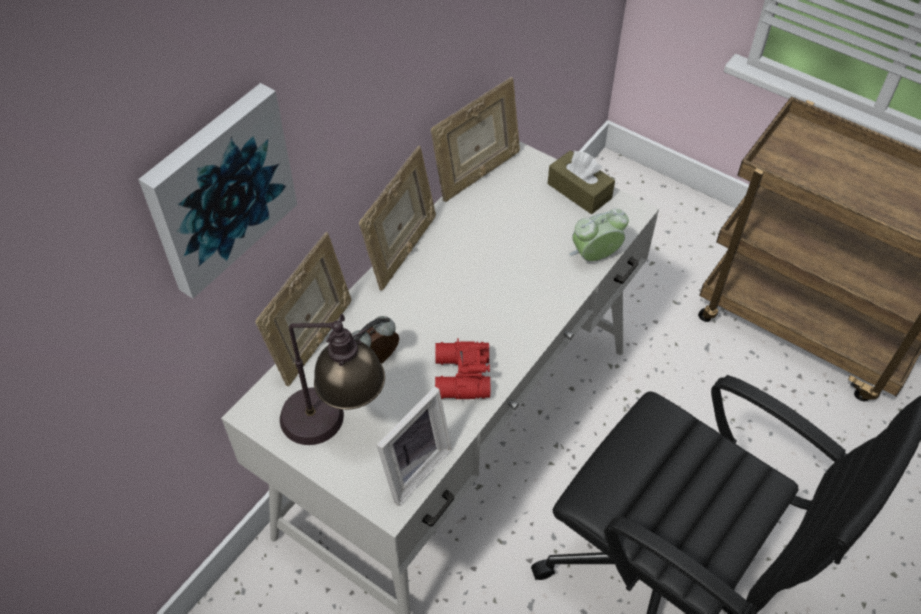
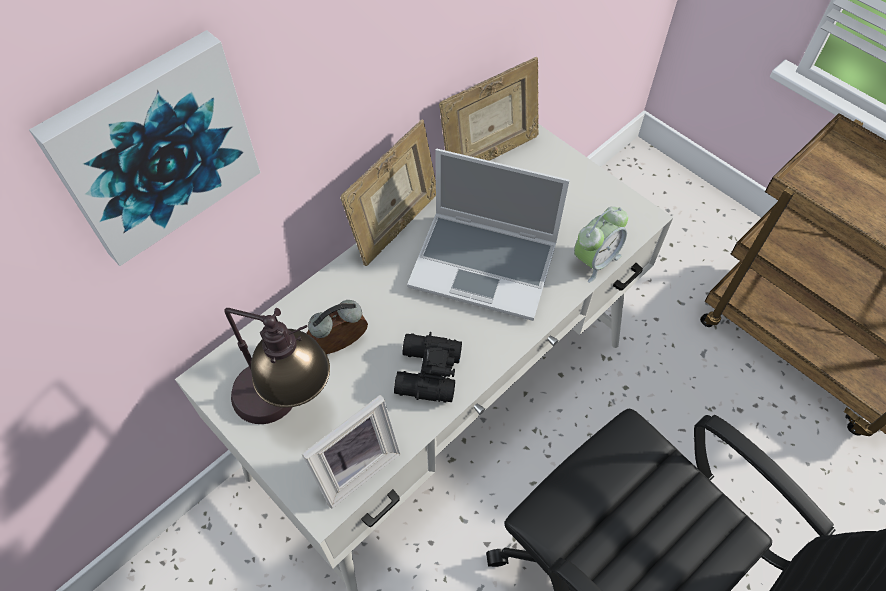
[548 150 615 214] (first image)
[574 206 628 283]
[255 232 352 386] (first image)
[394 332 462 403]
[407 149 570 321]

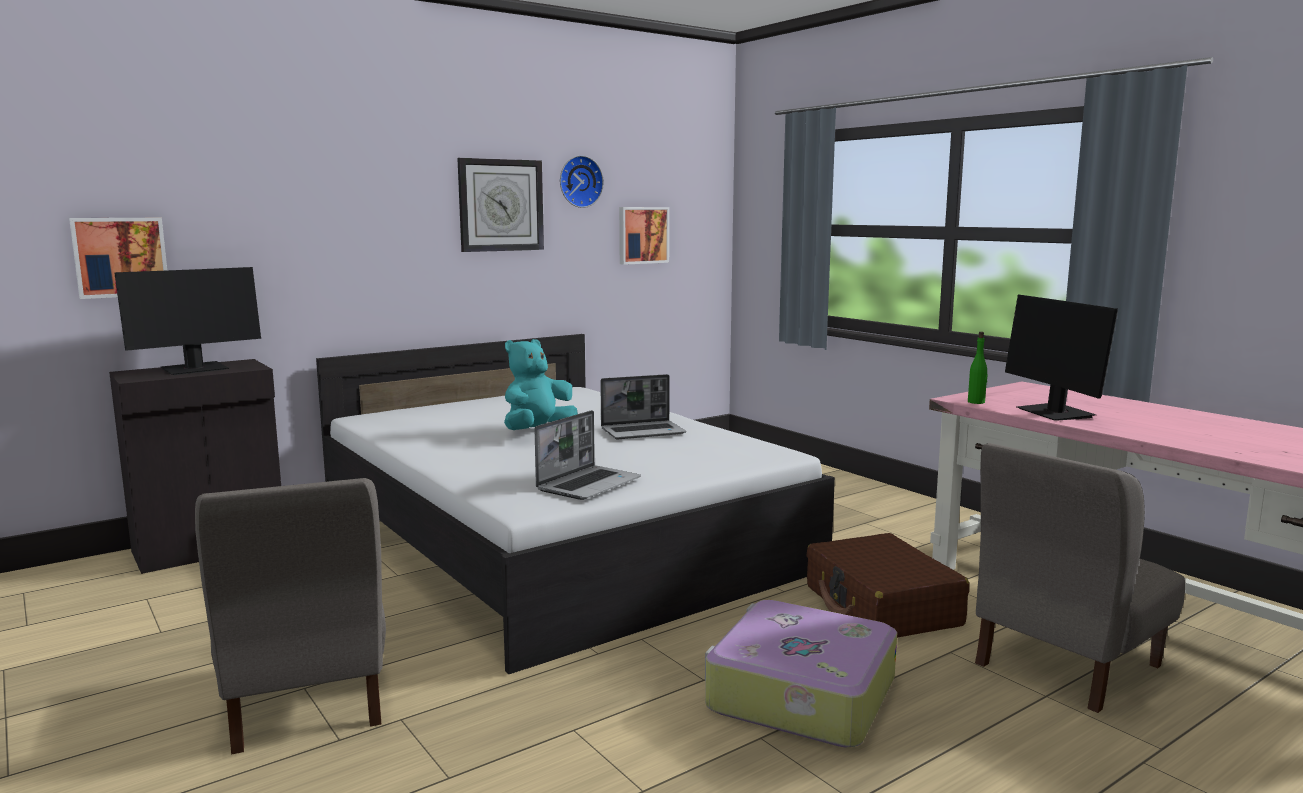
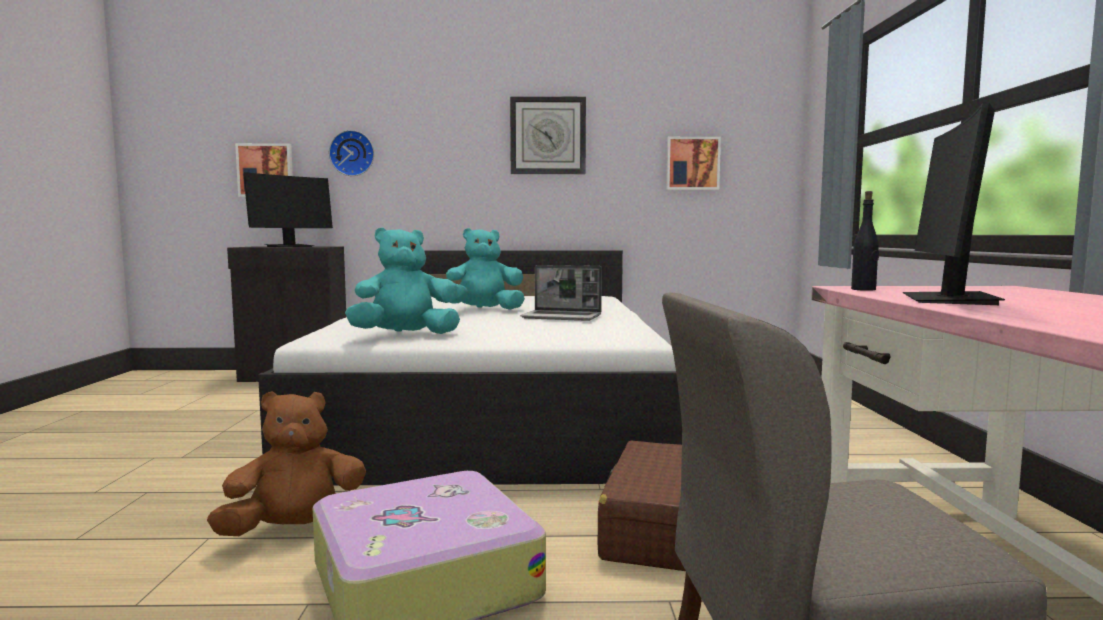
[329 130 374 176]
[244 172 333 247]
[851 191 879 291]
[345 228 460 334]
[195 478 386 755] (first image)
[207 391 366 536]

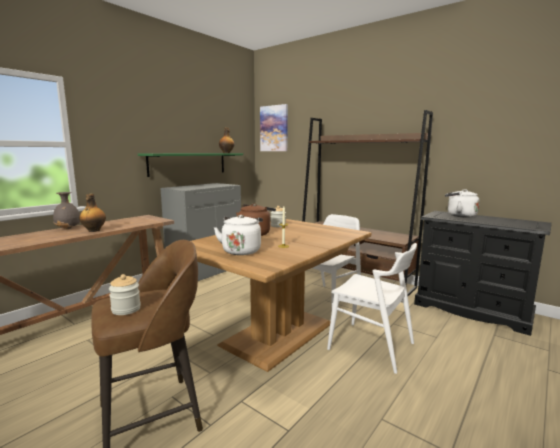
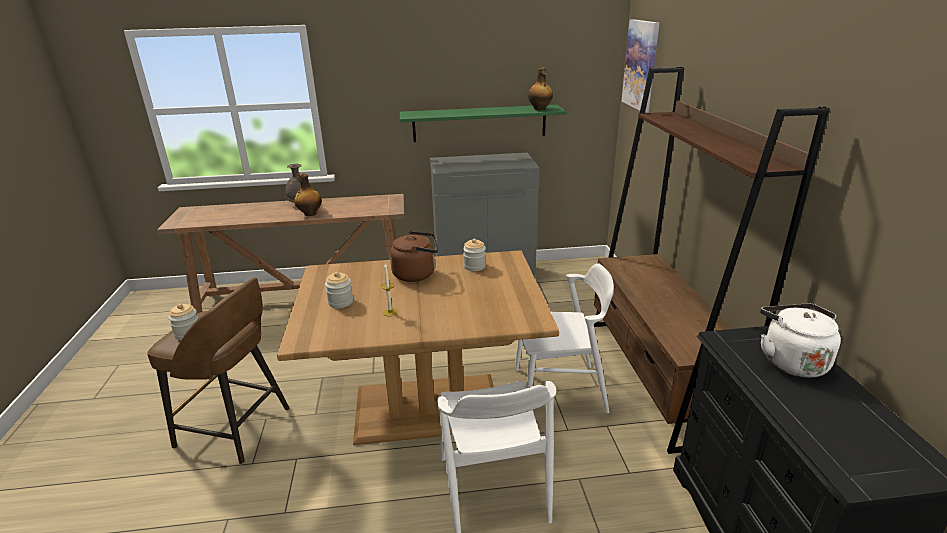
[325 272 353 308]

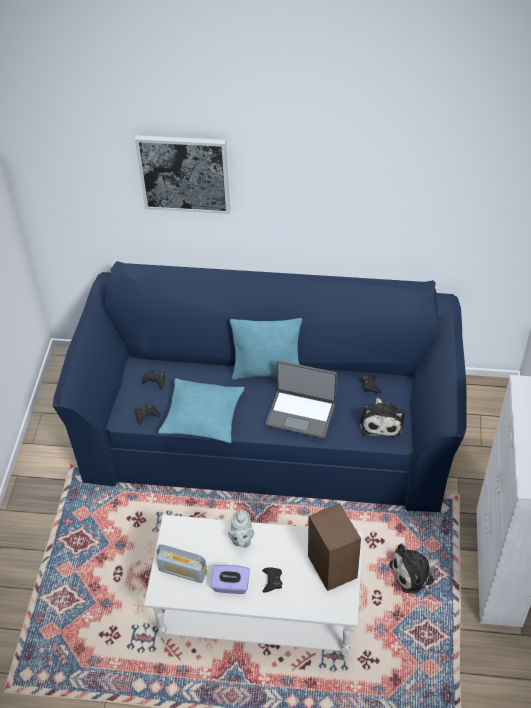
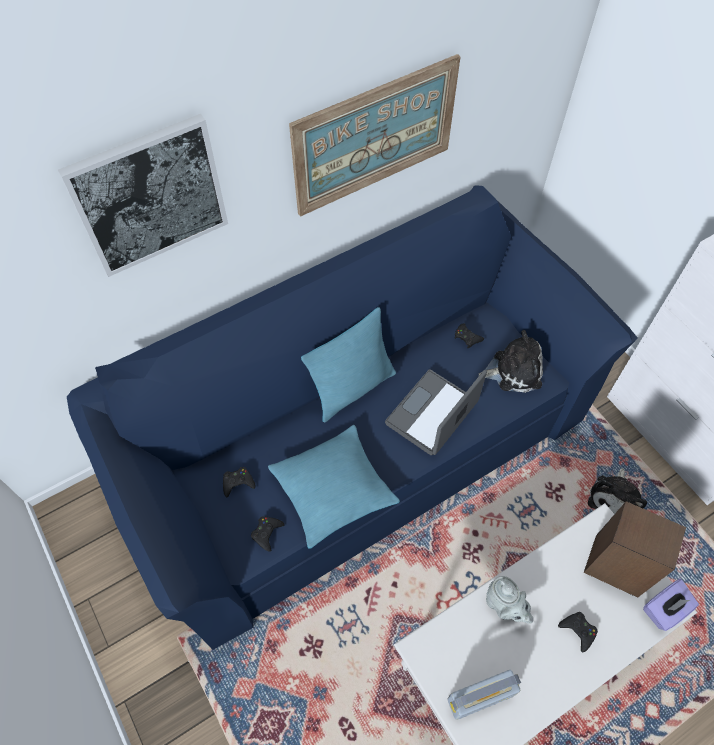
[385 369 487 455]
[479 330 543 393]
[643 579 699 631]
[289 54 460 217]

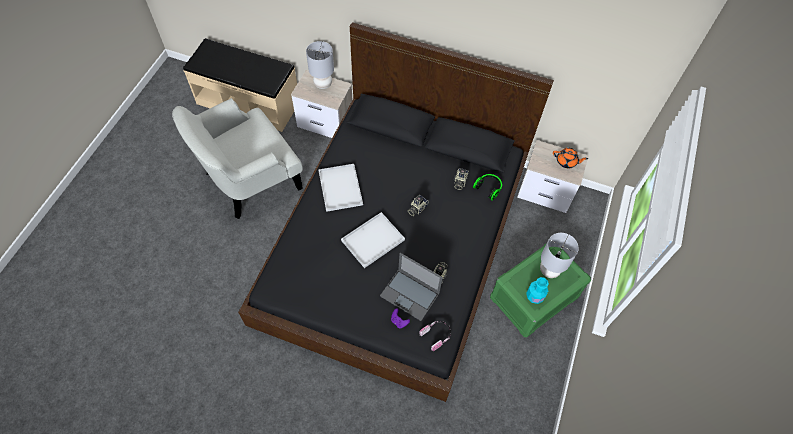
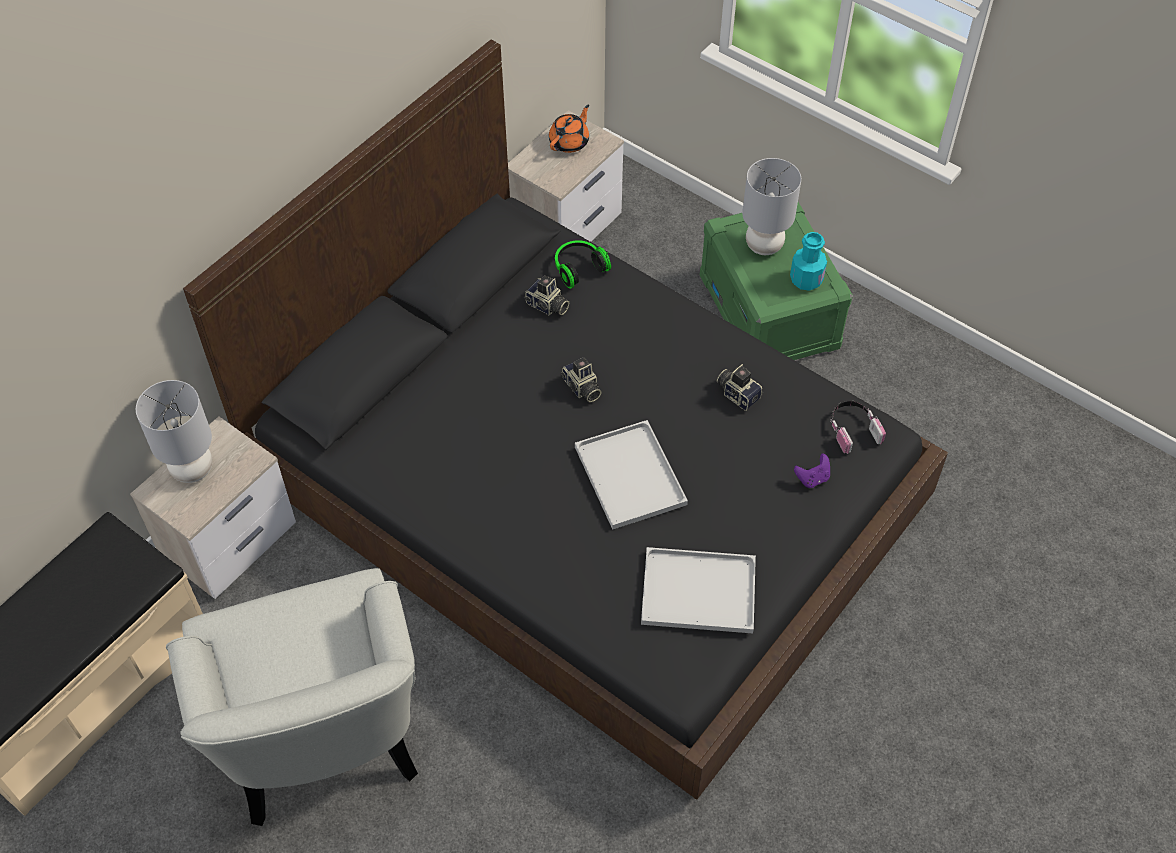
[641 547 756 633]
[380 253 443 321] (first image)

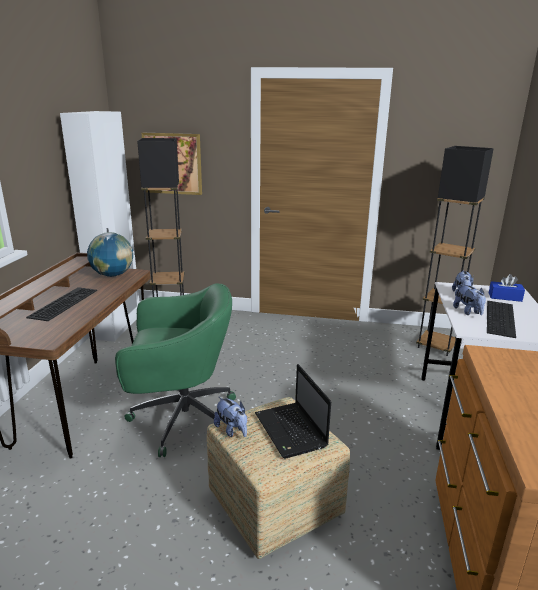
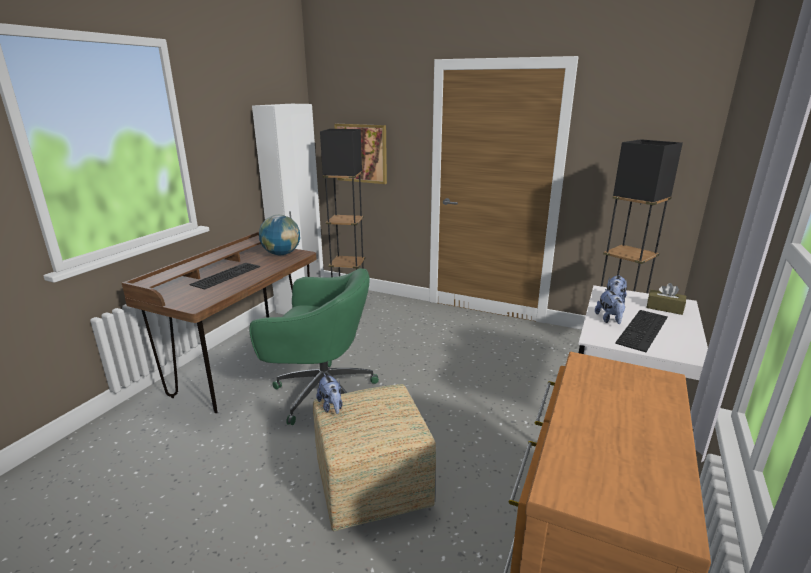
[646 283 686 315]
[255 364 331 459] (first image)

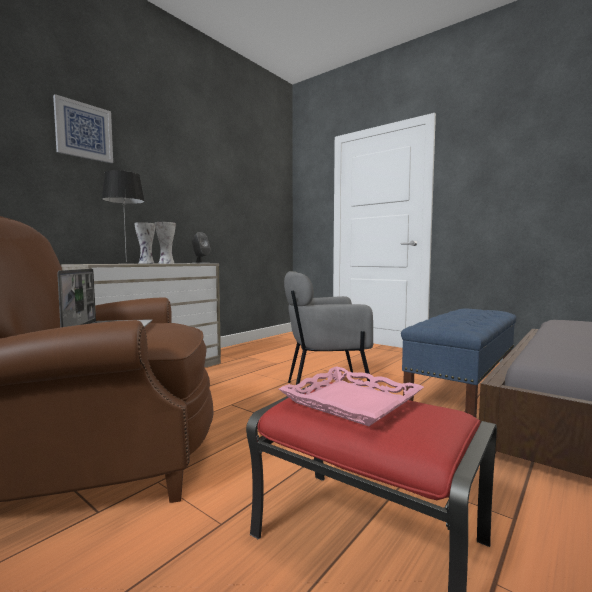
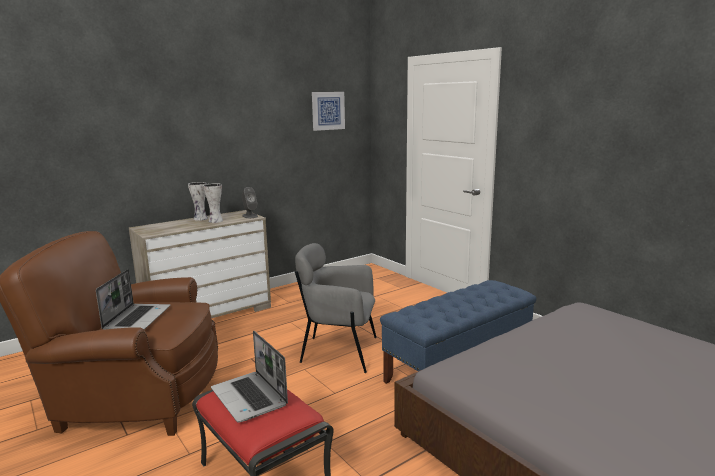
[312 92 345 131]
[102 170 145 262] (first image)
[211 331 288 422]

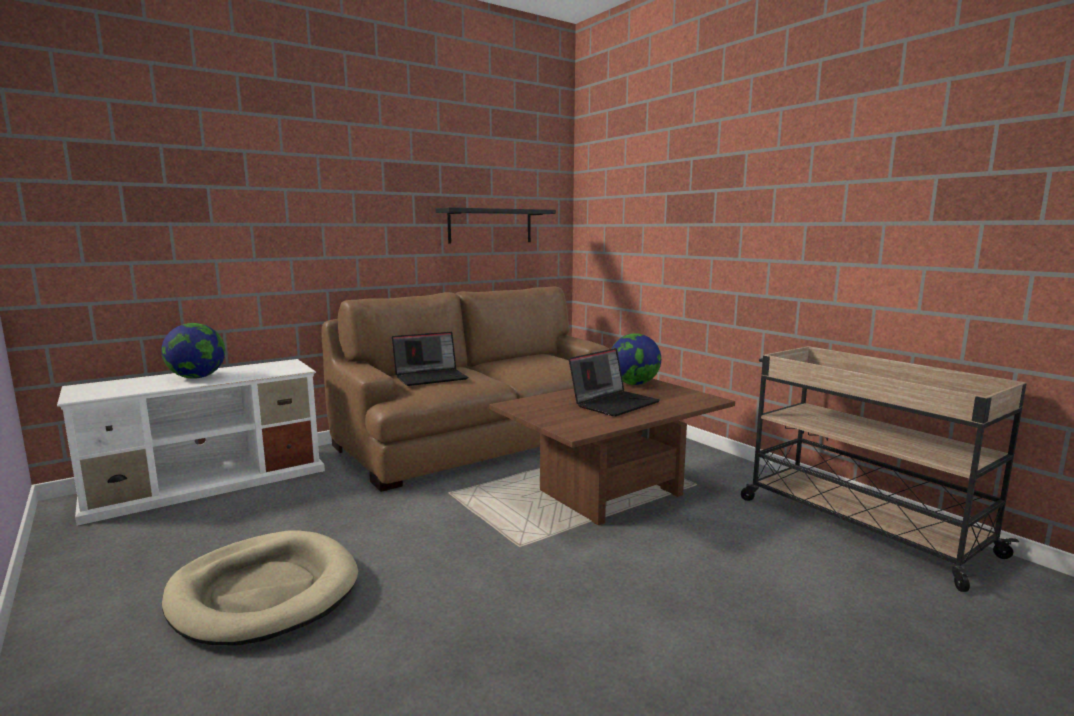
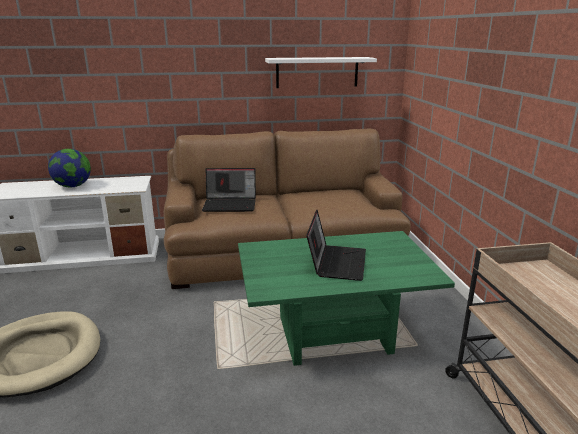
[265 57 377 88]
[611 333 661 385] (first image)
[306 210 366 281]
[238 231 455 366]

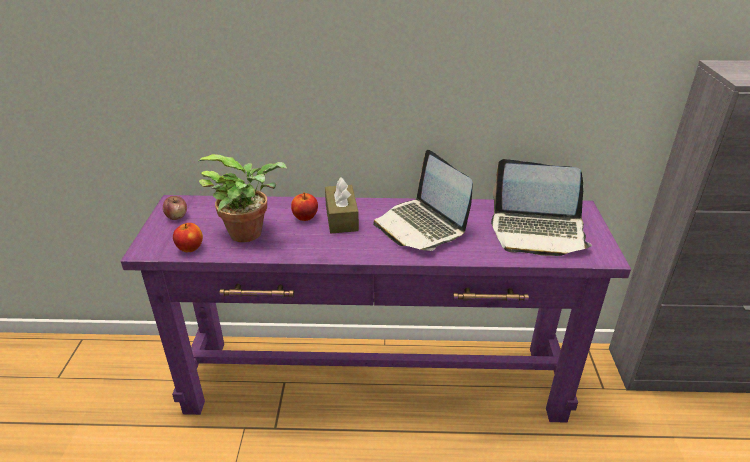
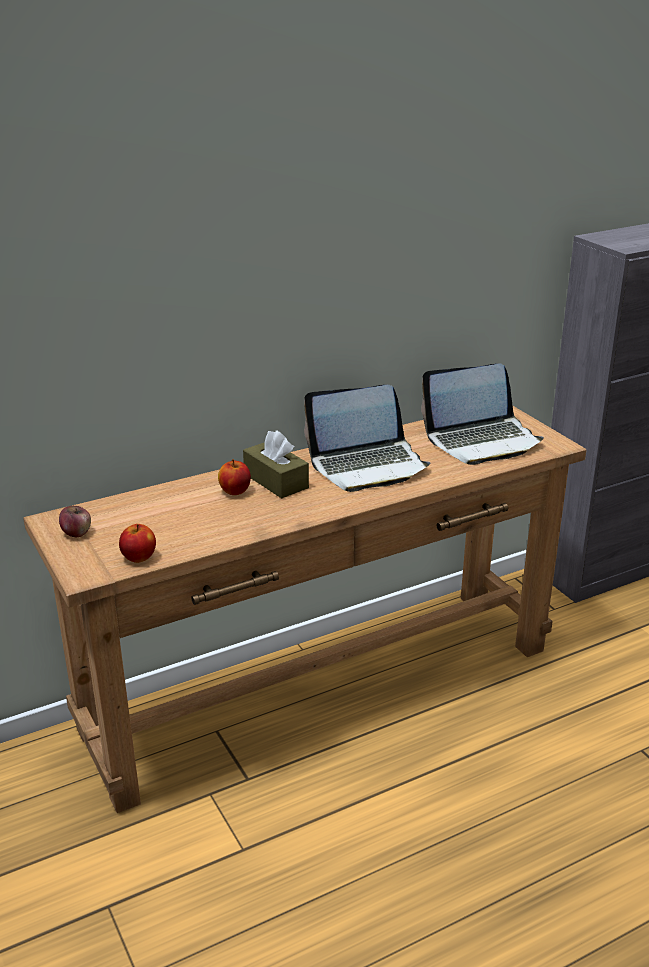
[304 385 431 492]
[199 154 287 242] (first image)
[23 406 587 813]

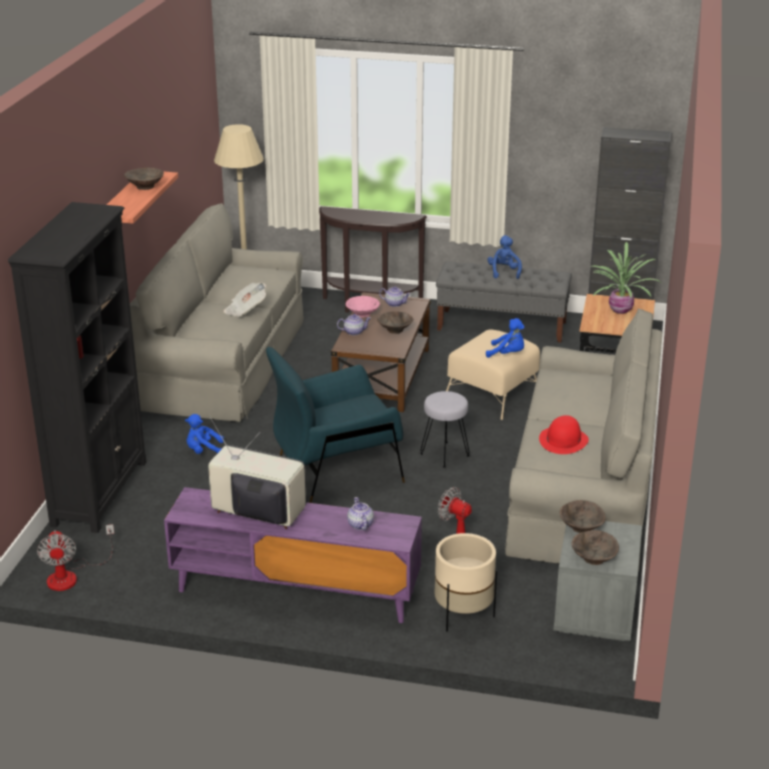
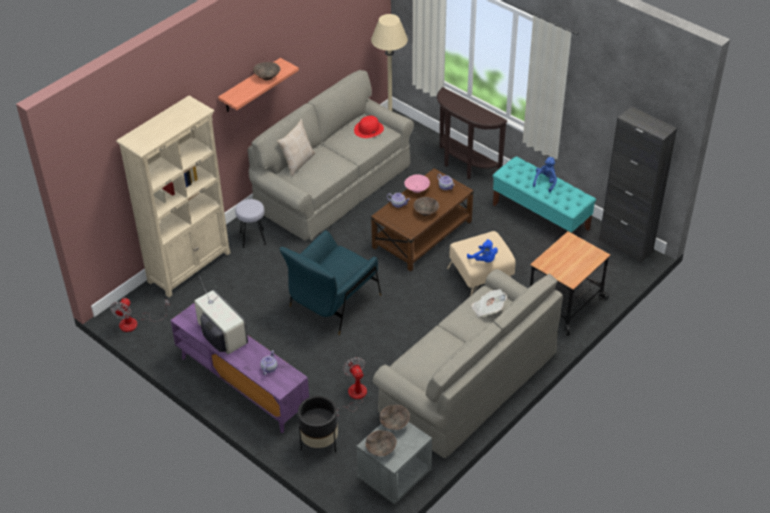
[116 96 230 297]
[591 242 660 314] (first image)
[493 156 596 234]
[471 289 507 317]
[280 230 381 335]
[235 199 266 248]
[185 414 224 454] (first image)
[354 116 384 138]
[298 396 338 452]
[277 119 315 176]

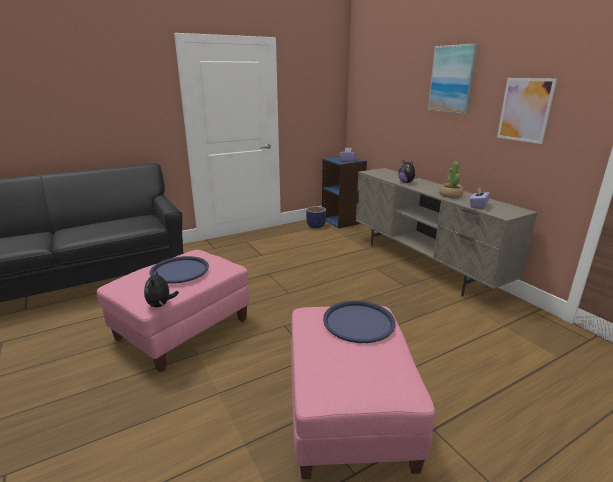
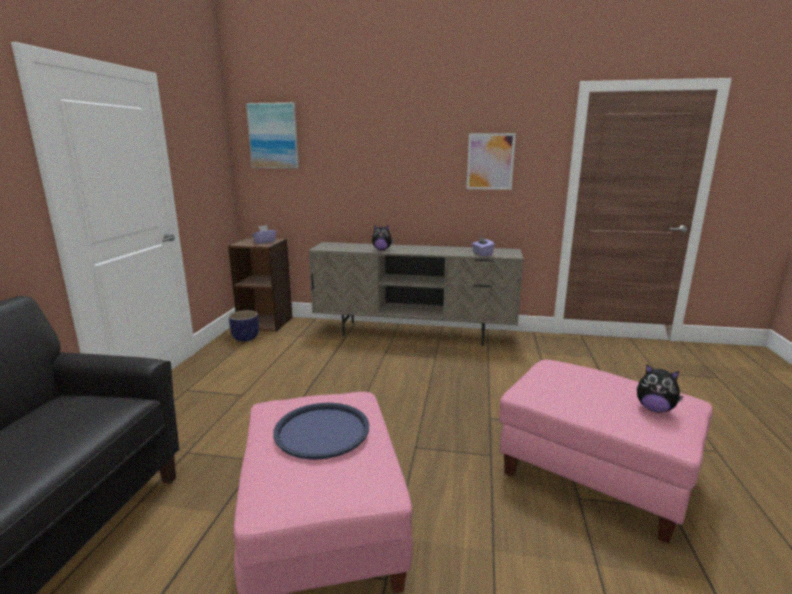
[246 102 299 168]
[228 237 293 332]
[439 161 464 198] (first image)
[637 364 684 412]
[323 301 396 343] (first image)

